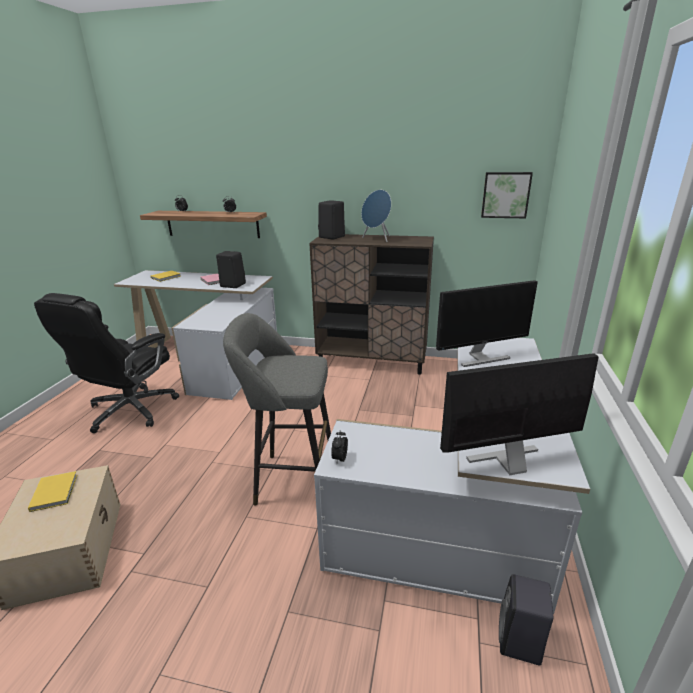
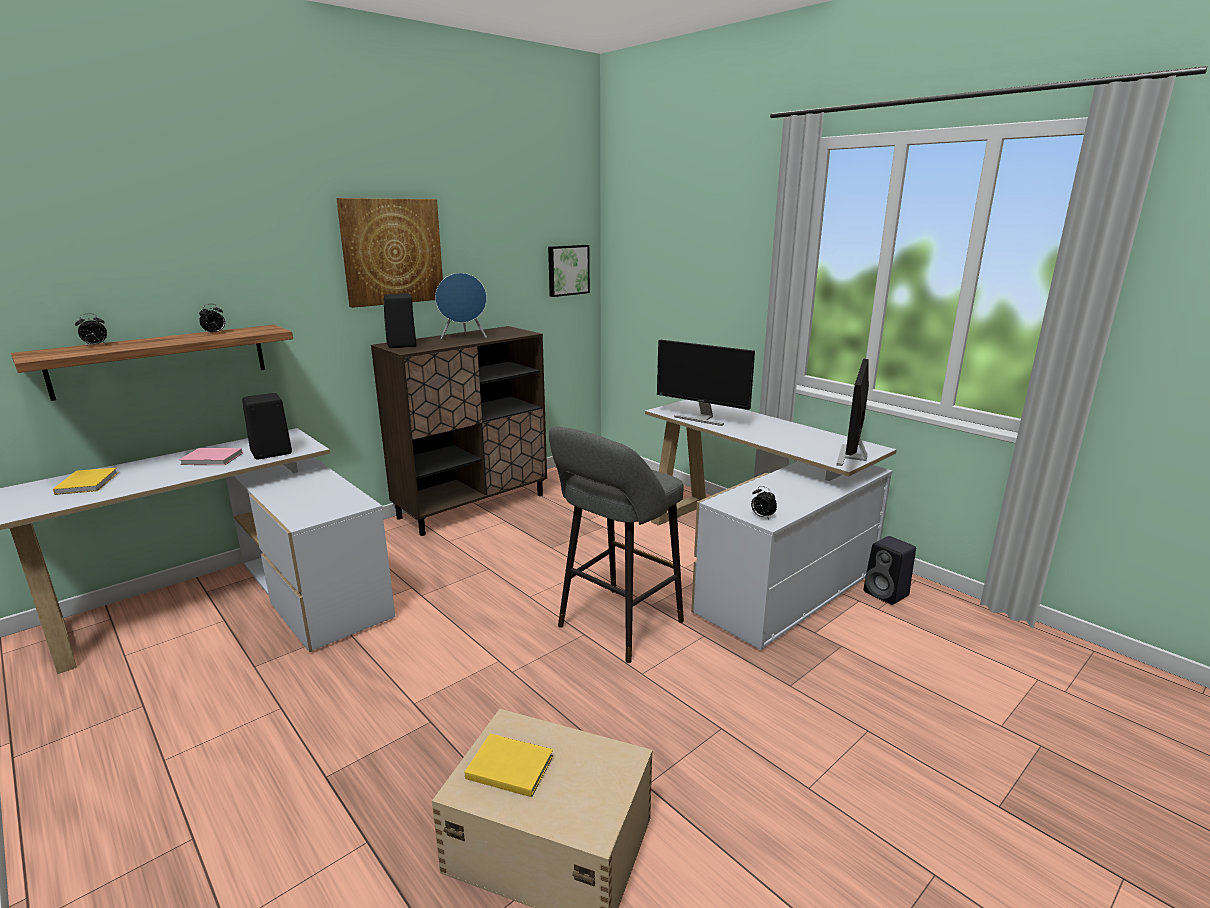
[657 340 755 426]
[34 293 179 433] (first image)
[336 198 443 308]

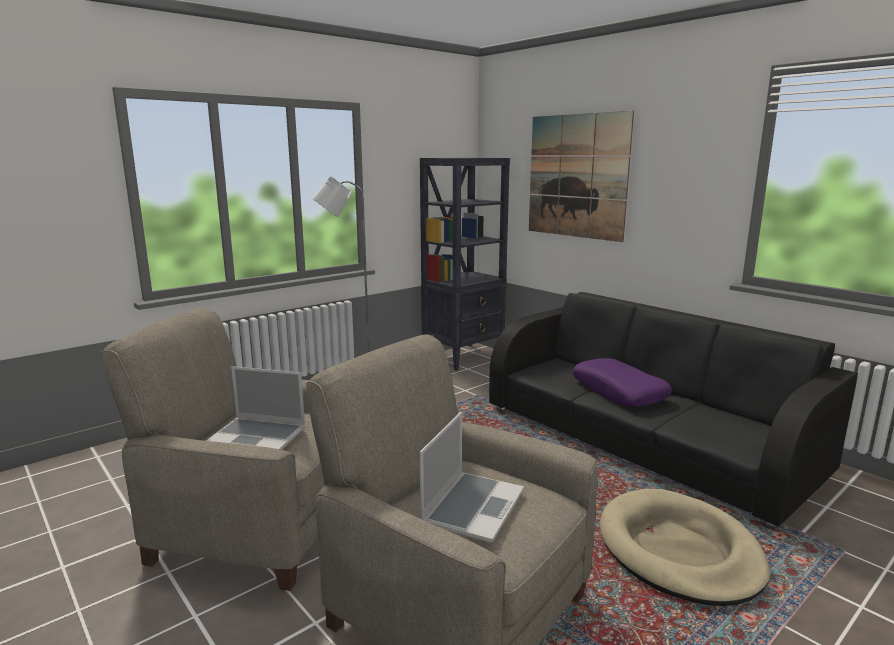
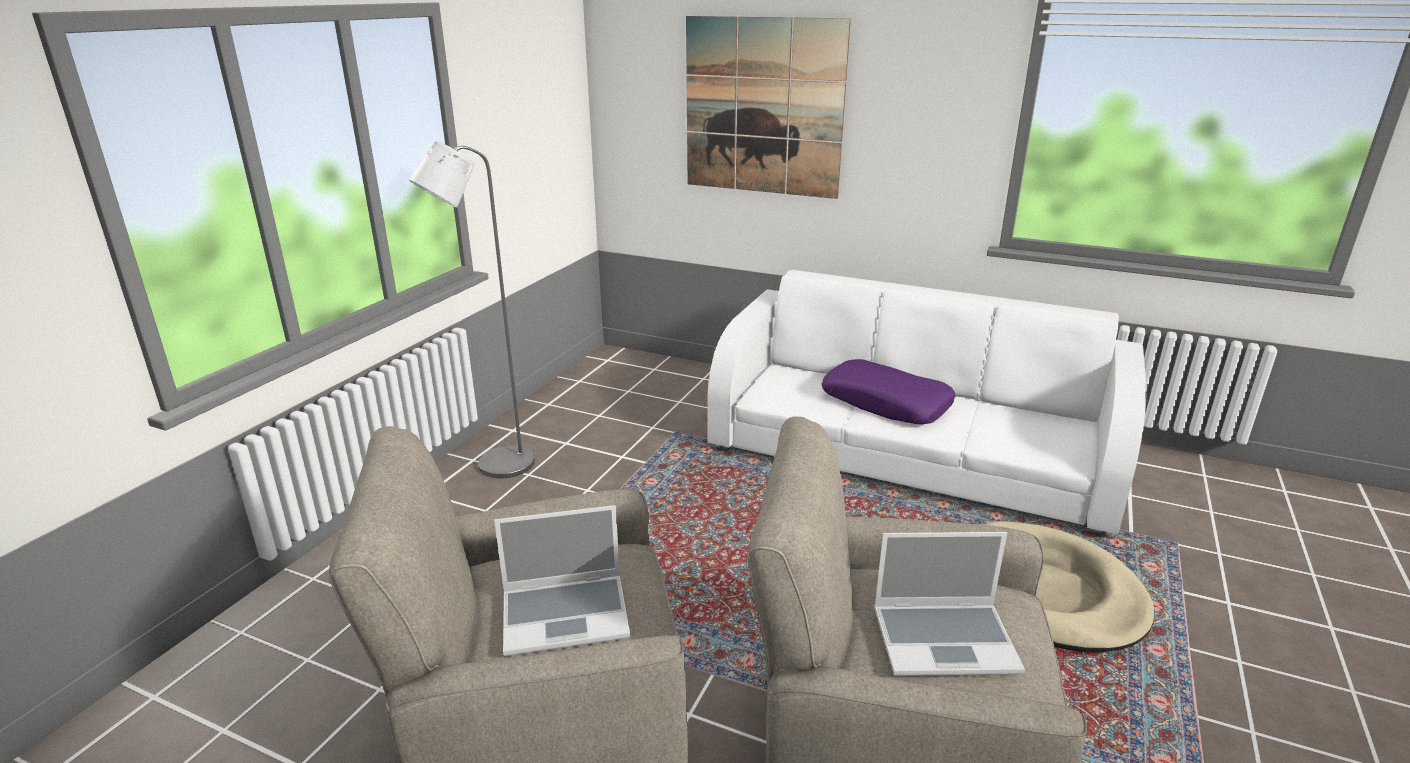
[420 158 510 371] (first image)
[707 270 1147 537]
[874 532 1025 676]

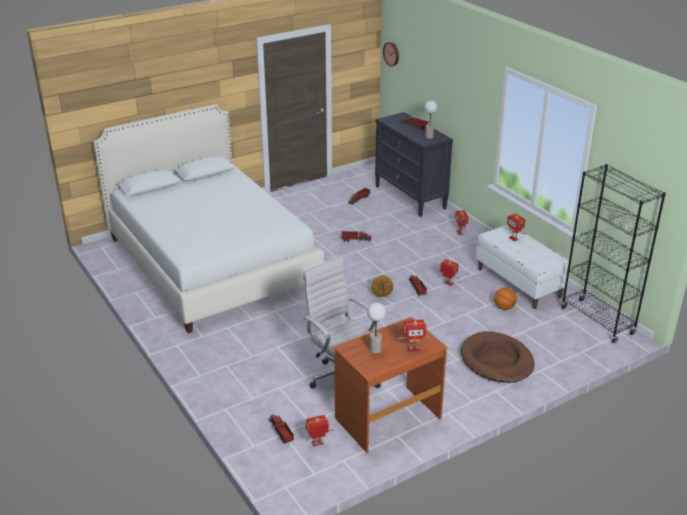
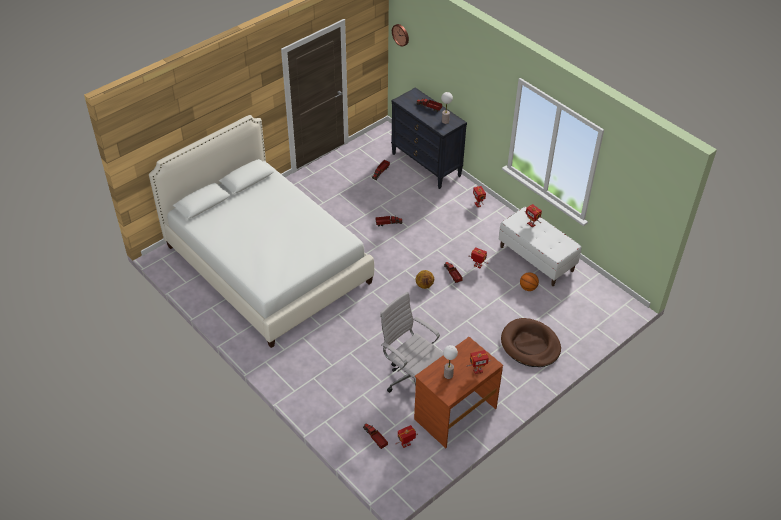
[561 164 666 343] (first image)

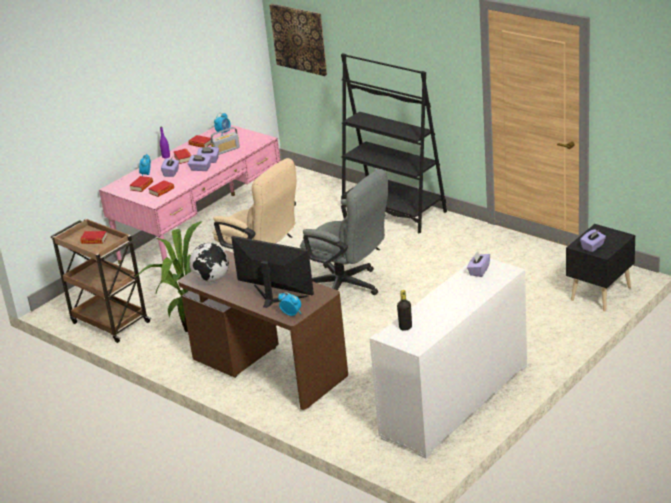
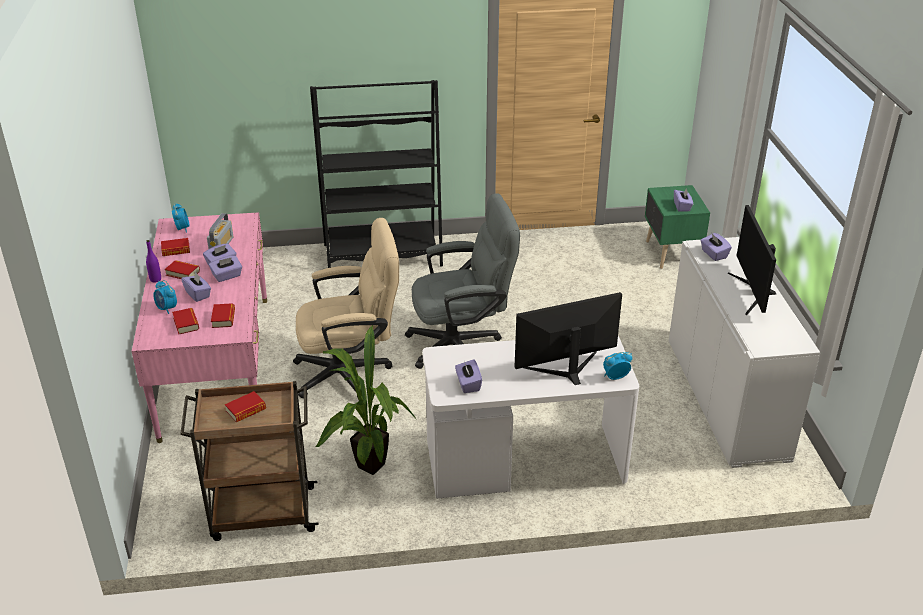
[269 4 327 76] (first image)
[645 185 710 269]
[455 359 482 393]
[422 336 639 498]
[397 290 412 331] (first image)
[728 205 776 315]

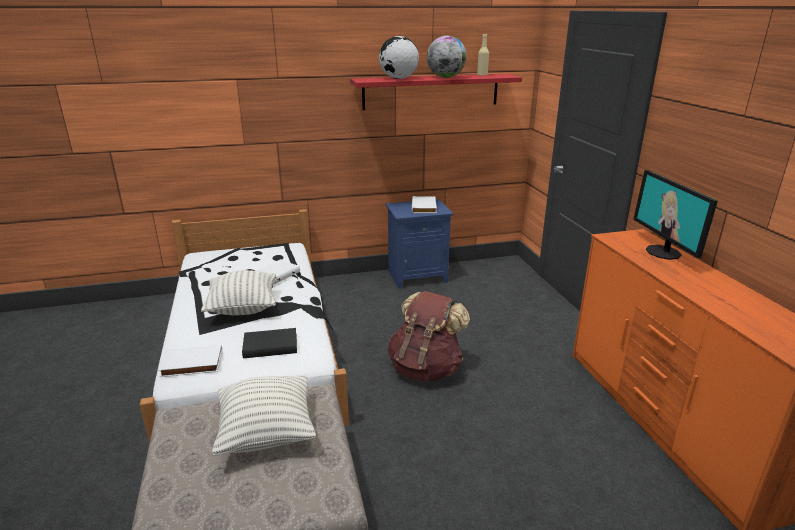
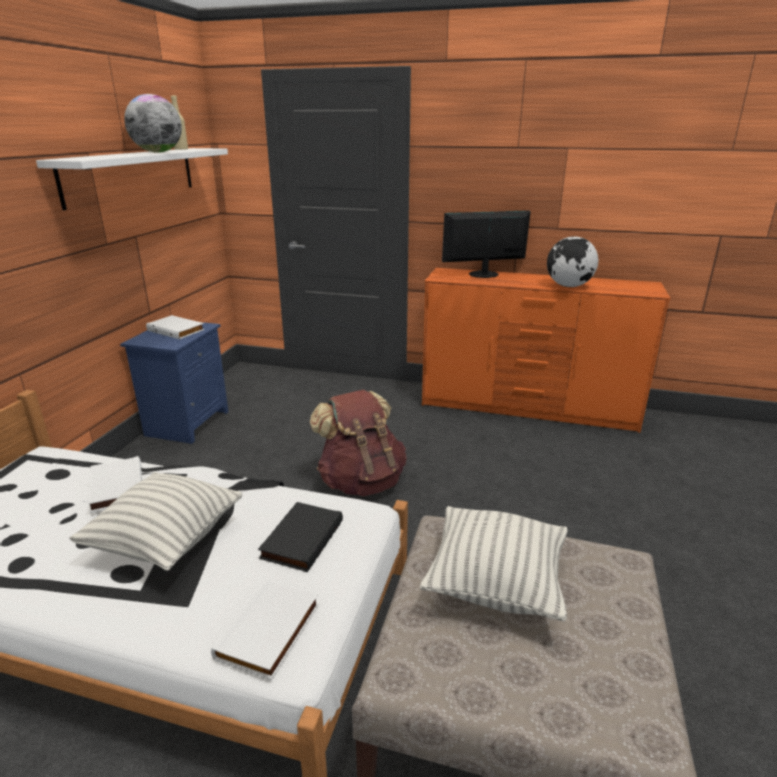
[547 236 599 287]
[36 148 228 210]
[442 210 531 278]

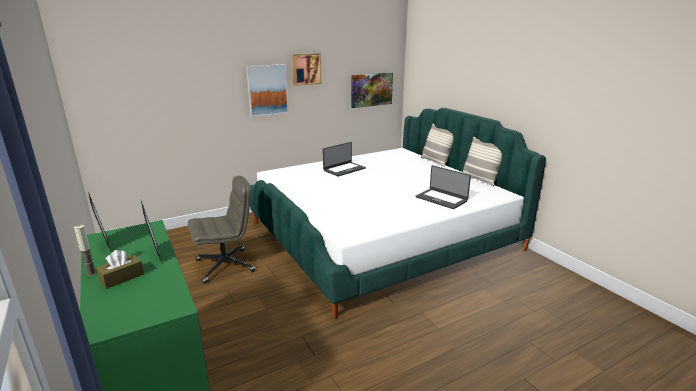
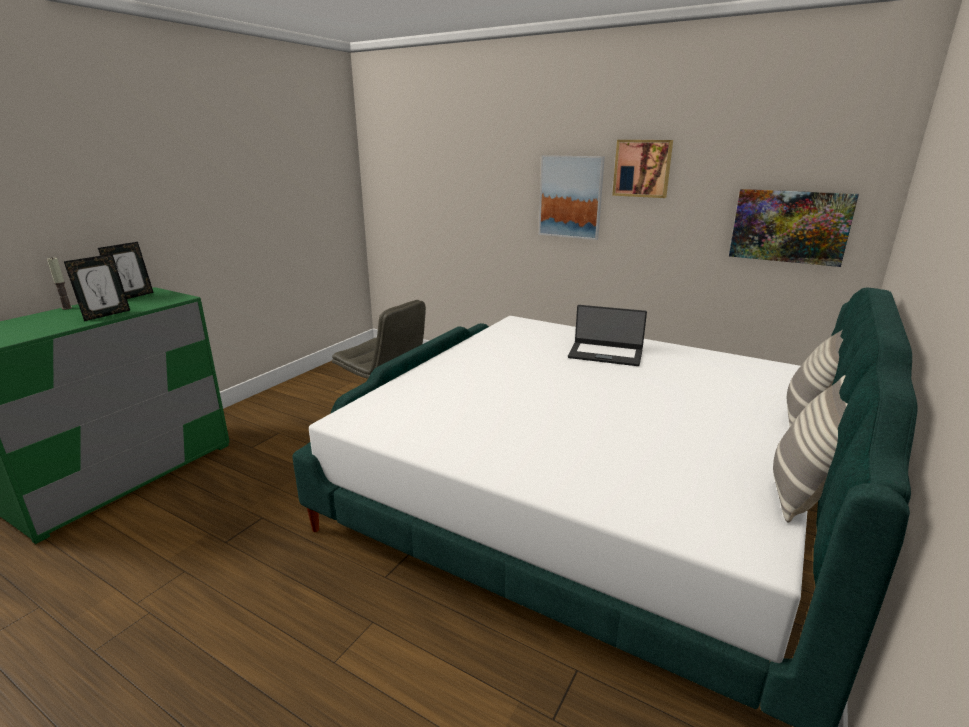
[415 165 471 209] (first image)
[96 250 144 289] (first image)

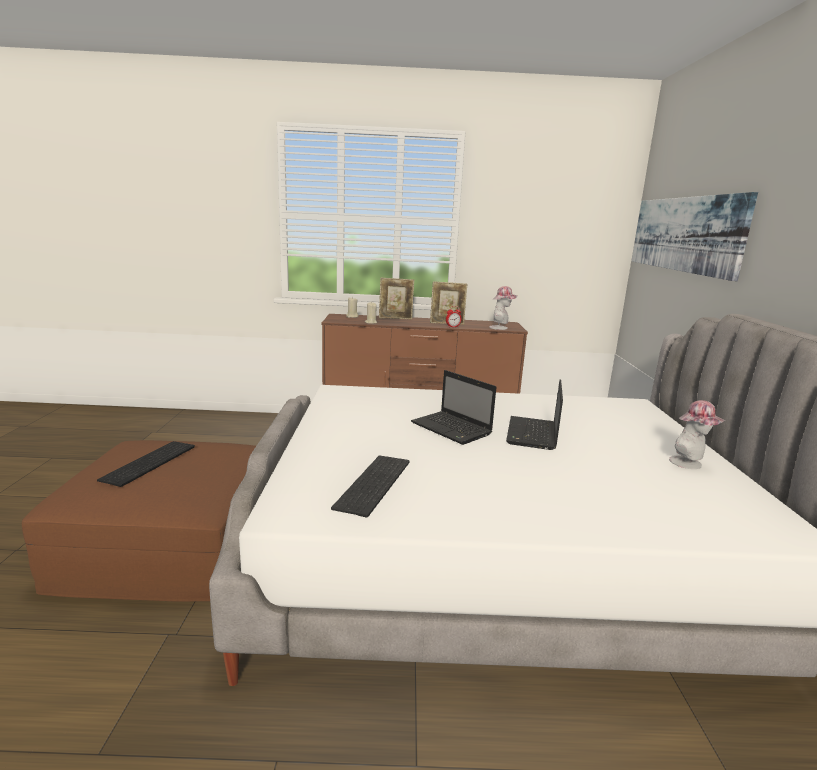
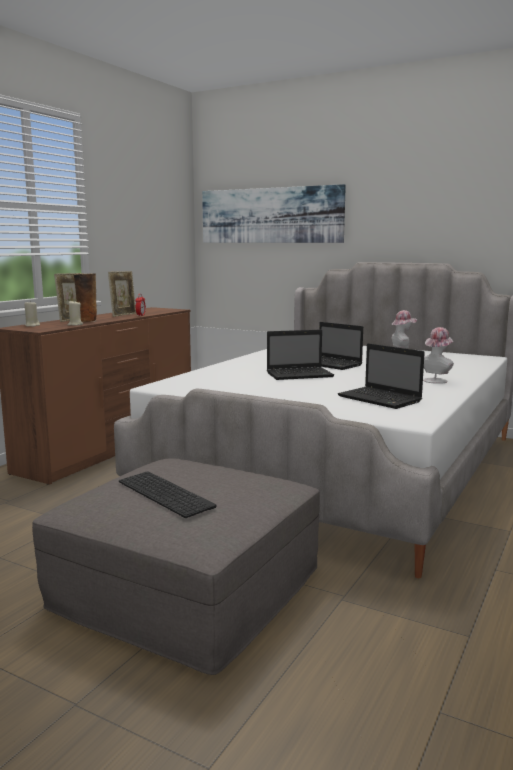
[423 327 454 384]
[32 458 320 675]
[338 343 425 409]
[73 273 97 322]

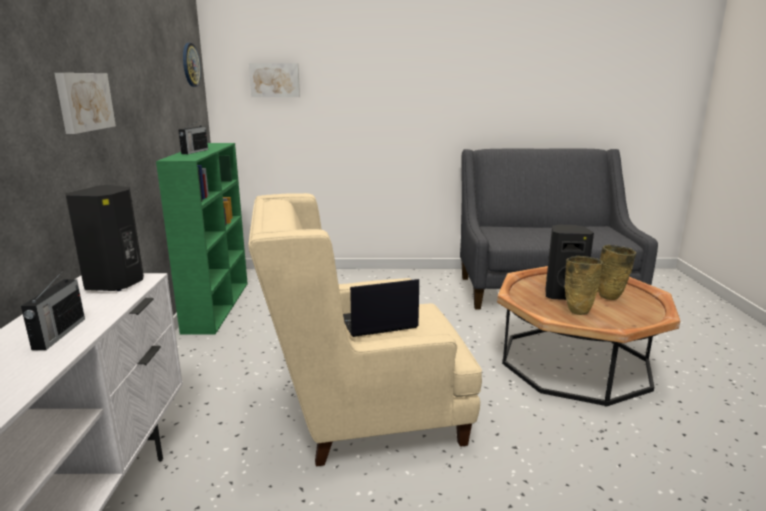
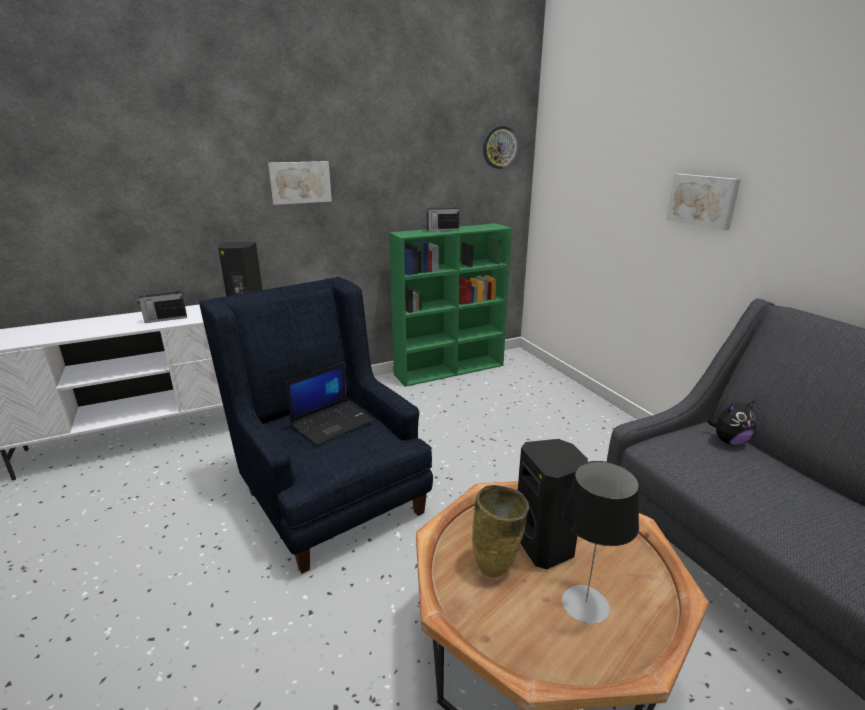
[666 174 741 230]
[199 277 433 574]
[562 461 639 624]
[286 362 374 445]
[707 400 756 445]

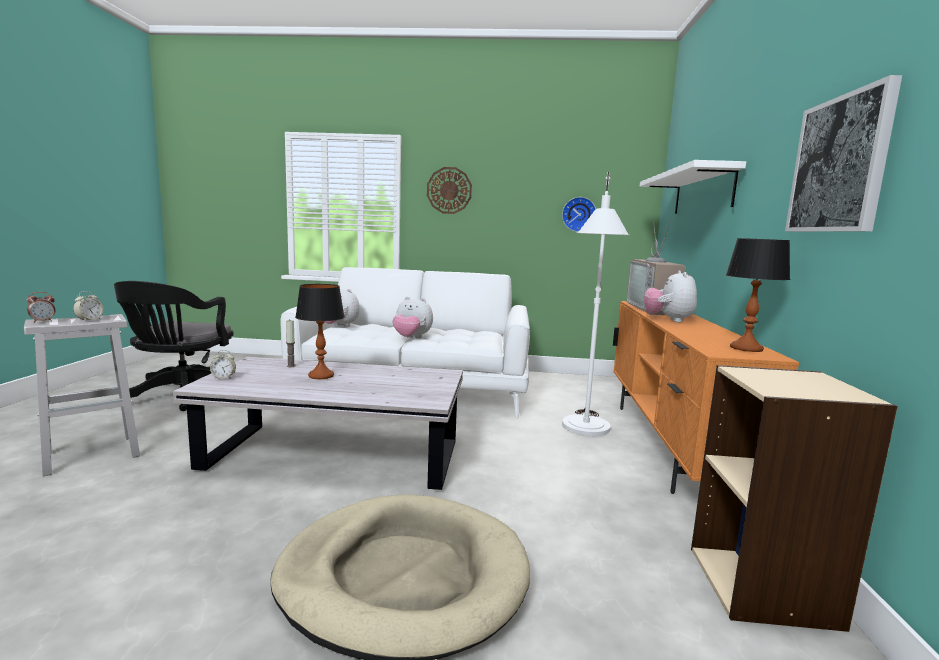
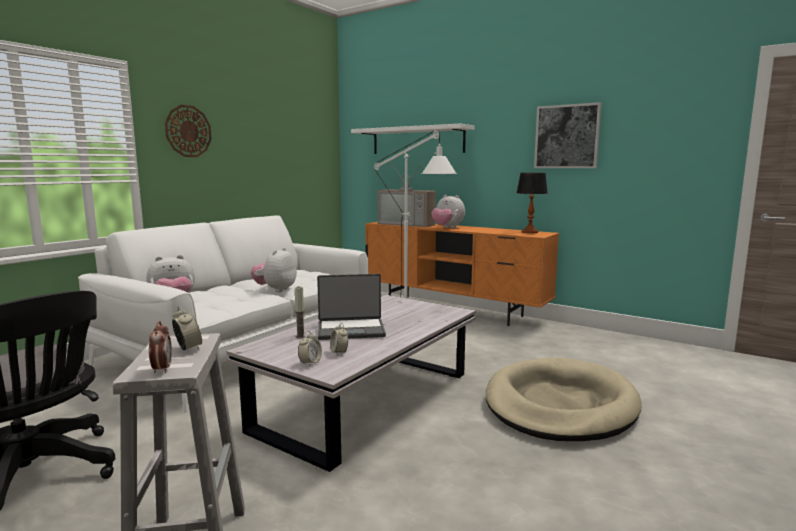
[562 197 596 232] (first image)
[317 274 386 340]
[251 247 297 293]
[691 365 898 632] (first image)
[330 323 348 355]

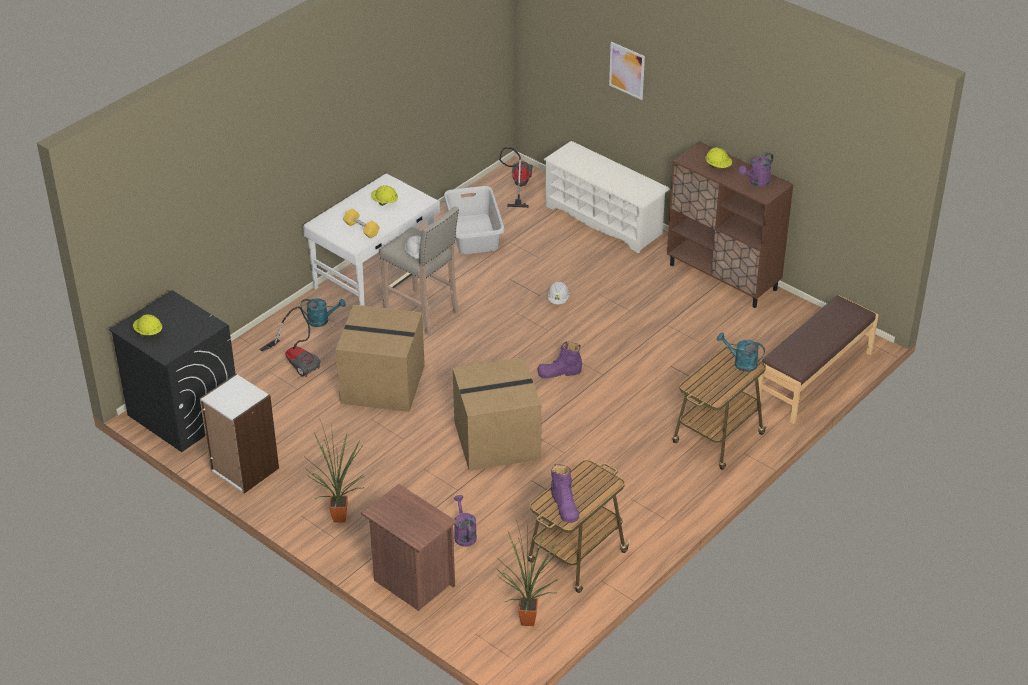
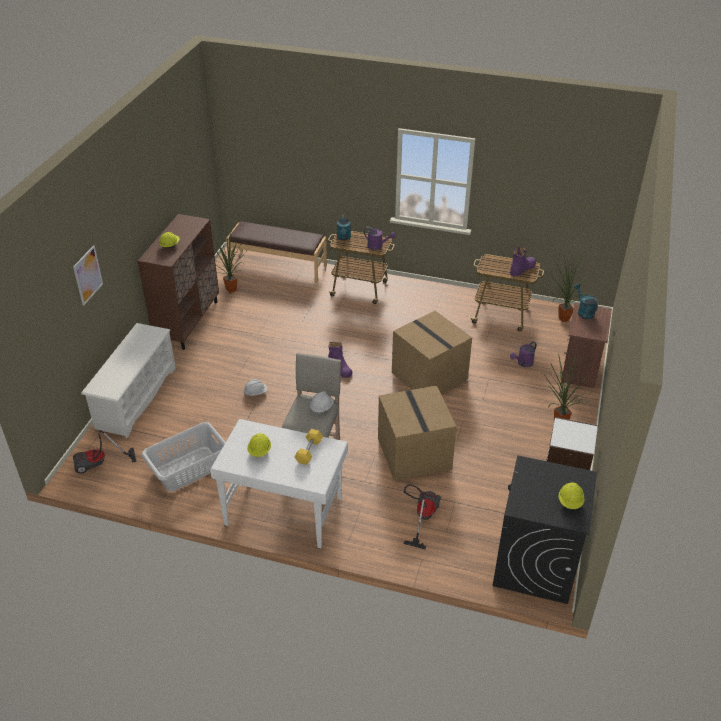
[364 226 396 250]
[574 284 598 319]
[213 216 248 293]

